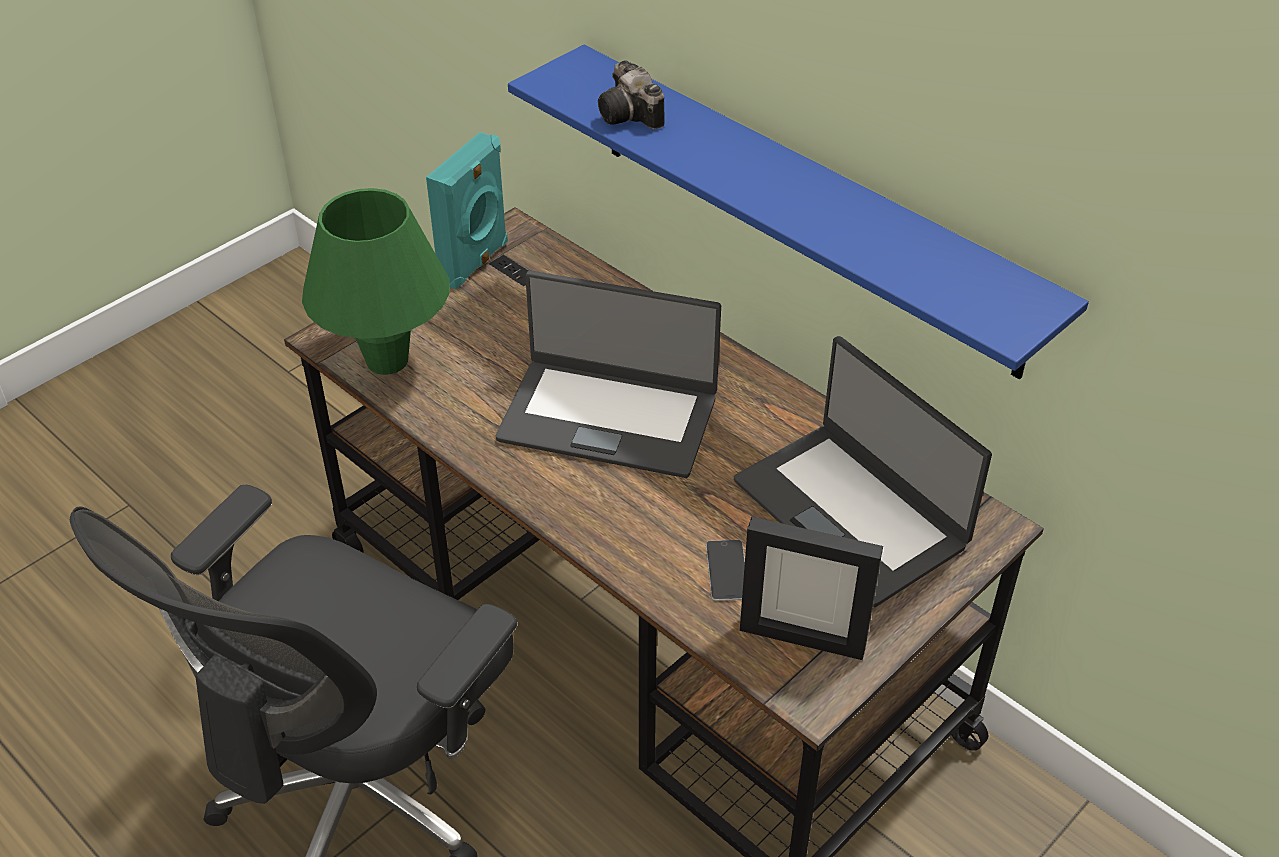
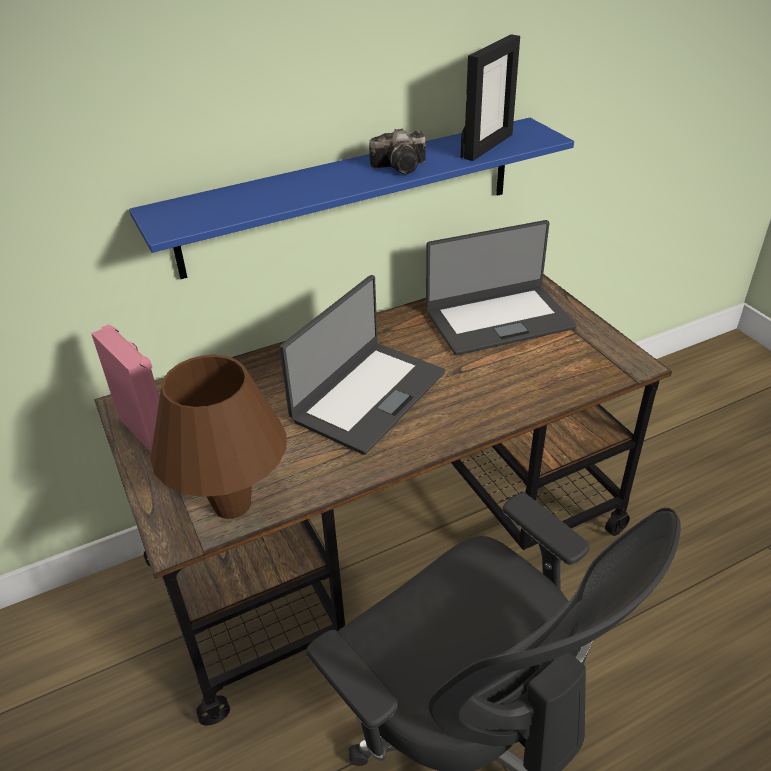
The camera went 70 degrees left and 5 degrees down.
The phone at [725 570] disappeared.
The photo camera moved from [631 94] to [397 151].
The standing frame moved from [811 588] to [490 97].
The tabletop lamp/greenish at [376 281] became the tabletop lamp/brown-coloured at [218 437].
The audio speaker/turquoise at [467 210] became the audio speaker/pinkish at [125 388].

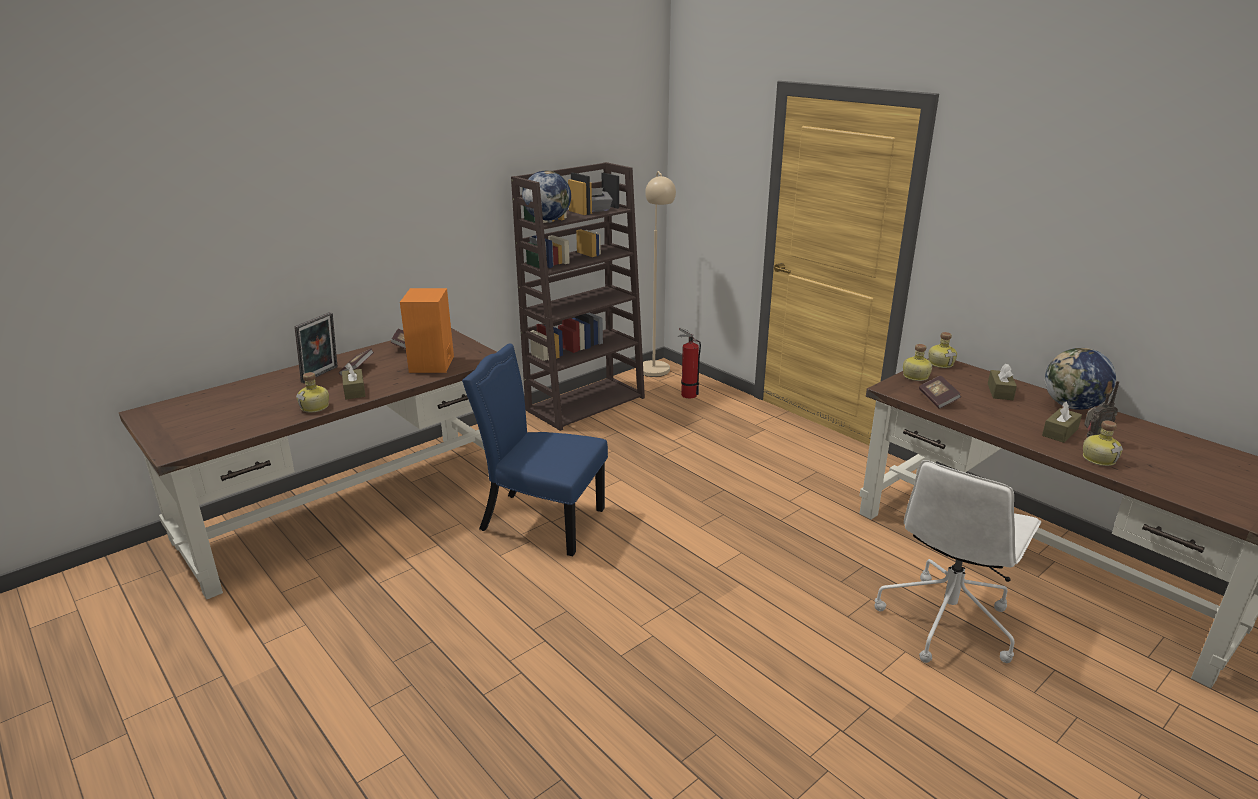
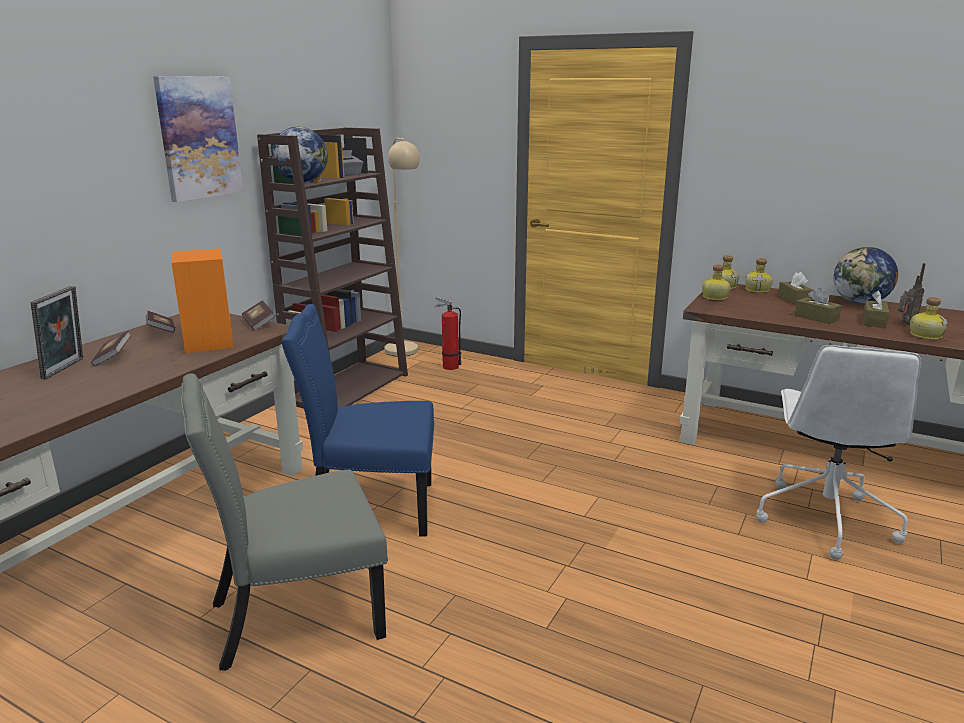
The camera went 20 degrees left and 5 degrees down.
The wall picture at [198 139] appeared.
The plain chair/grey at [284 522] appeared.
The drink bottle moved from [312 392] to [759 275].
The tissue box/brown-coloured moved from [354 381] to [818 306].
The book moved from [940 392] to [258 315].

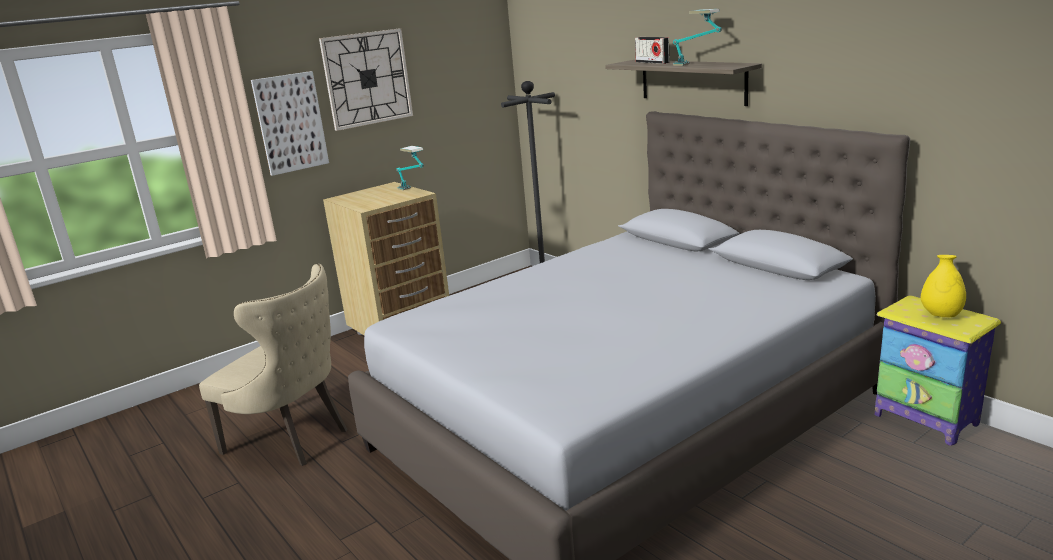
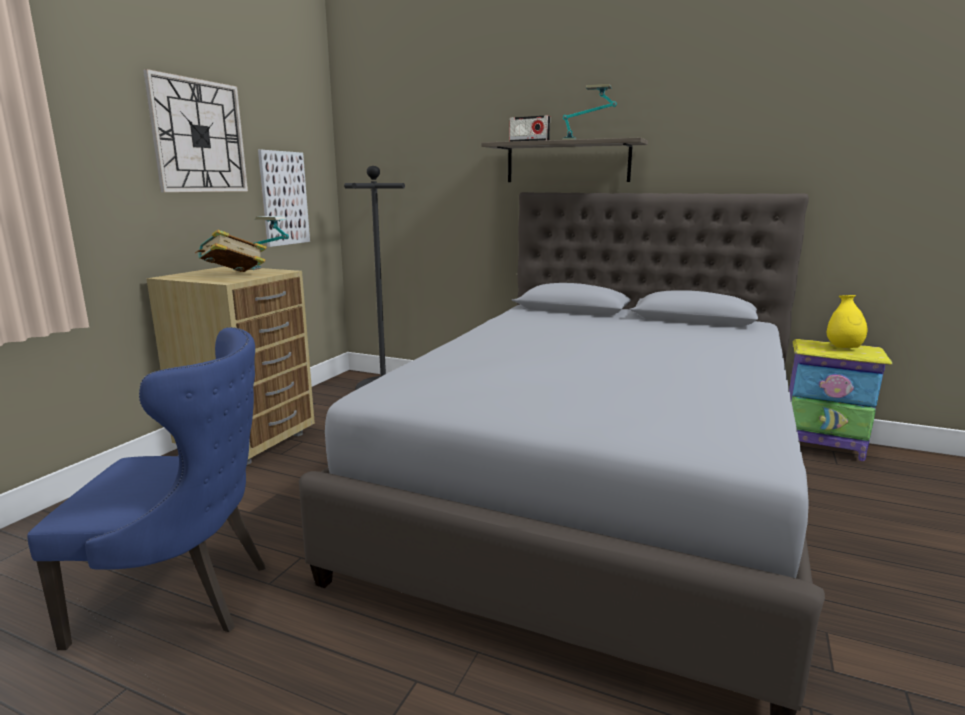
The camera went 30 degrees left and 5 degrees down.
The book at [231 250] appeared.
The wall picture moved from [290 123] to [284 198].
The plain chair/beige-coloured at [273 365] became the plain chair/bluish at [146 488].

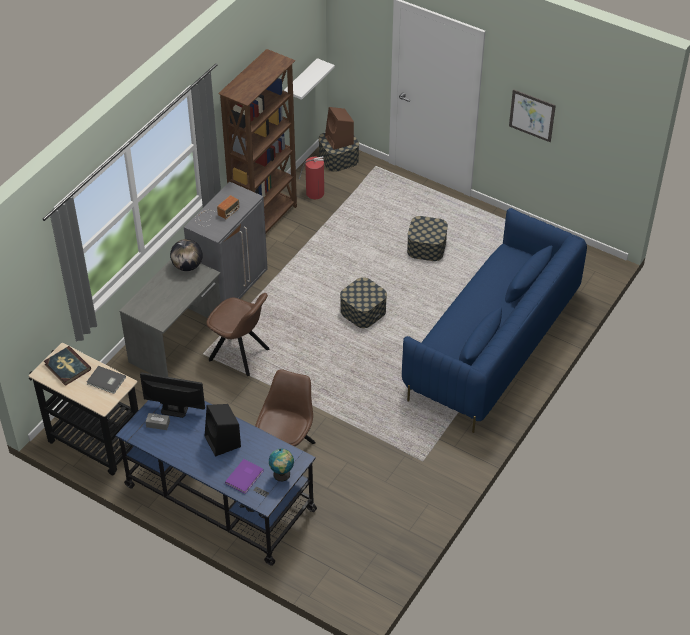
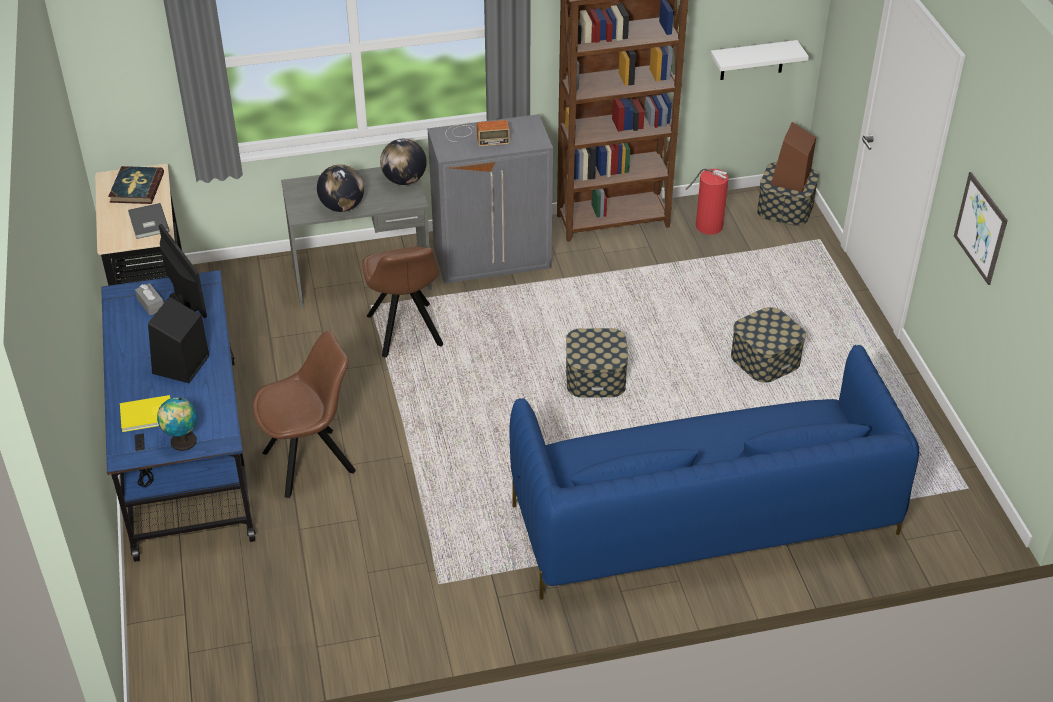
The camera went 45 degrees right and 5 degrees down.
The globe at [340 188] appeared.
The book/purplish at [244 476] became the book/yellow at [145 413].

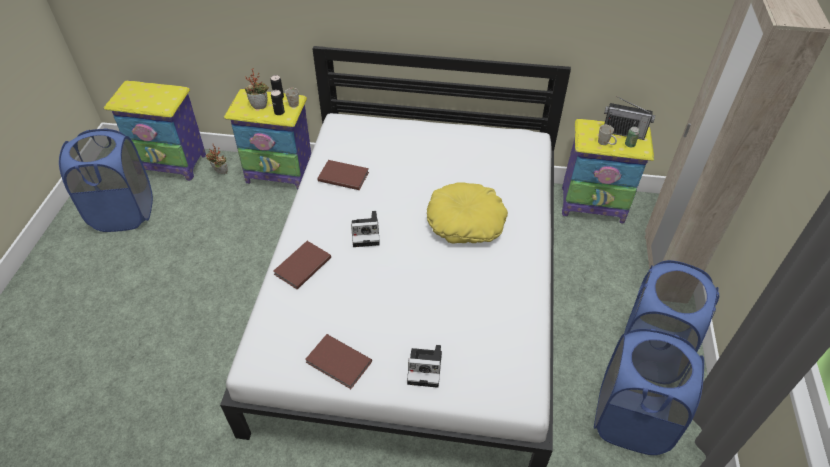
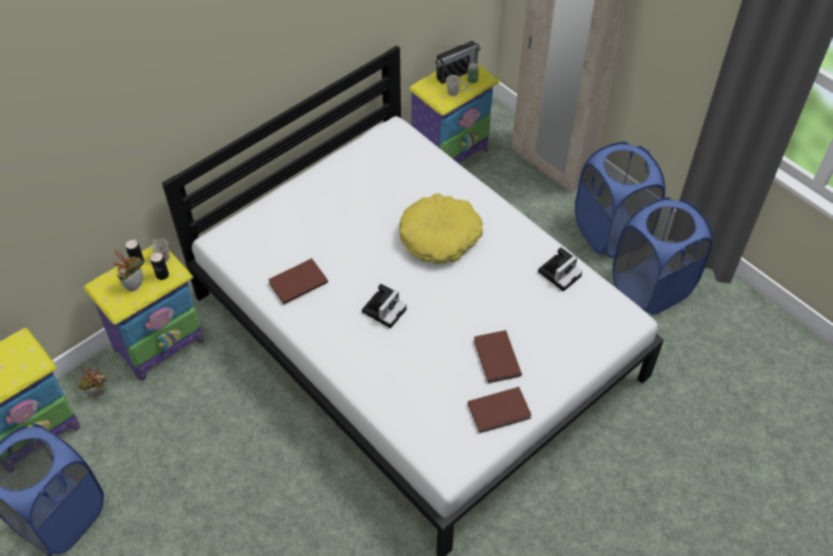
The camera went 50 degrees left and 5 degrees up.
The book/brown-coloured moved from [302 265] to [498 356].
The photo camera moved from [424 366] to [560 269].

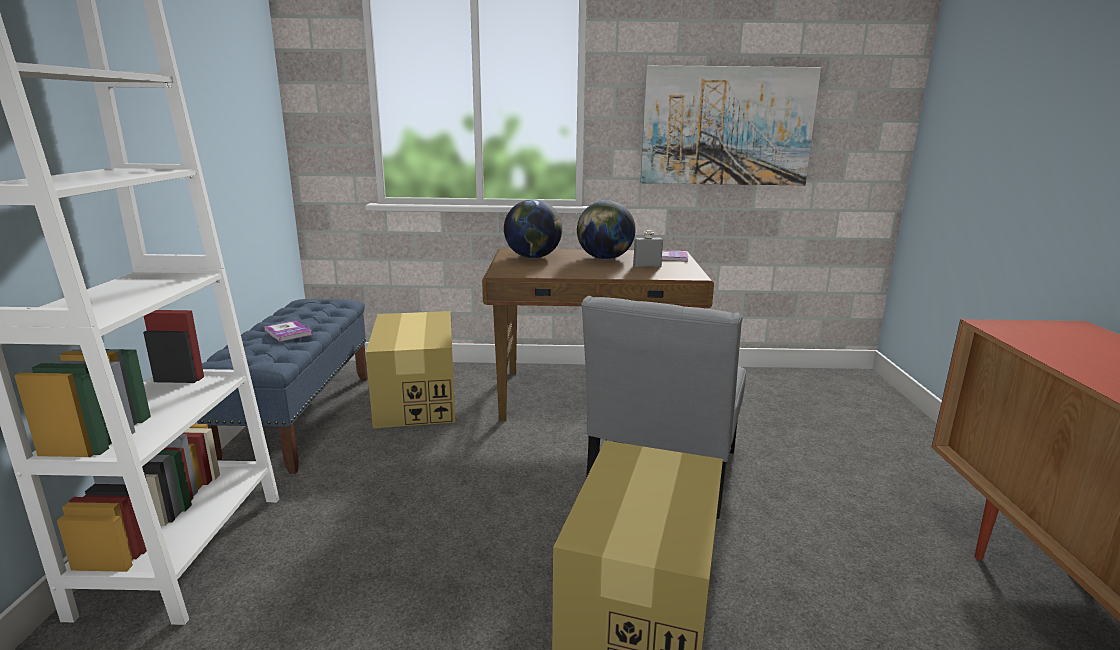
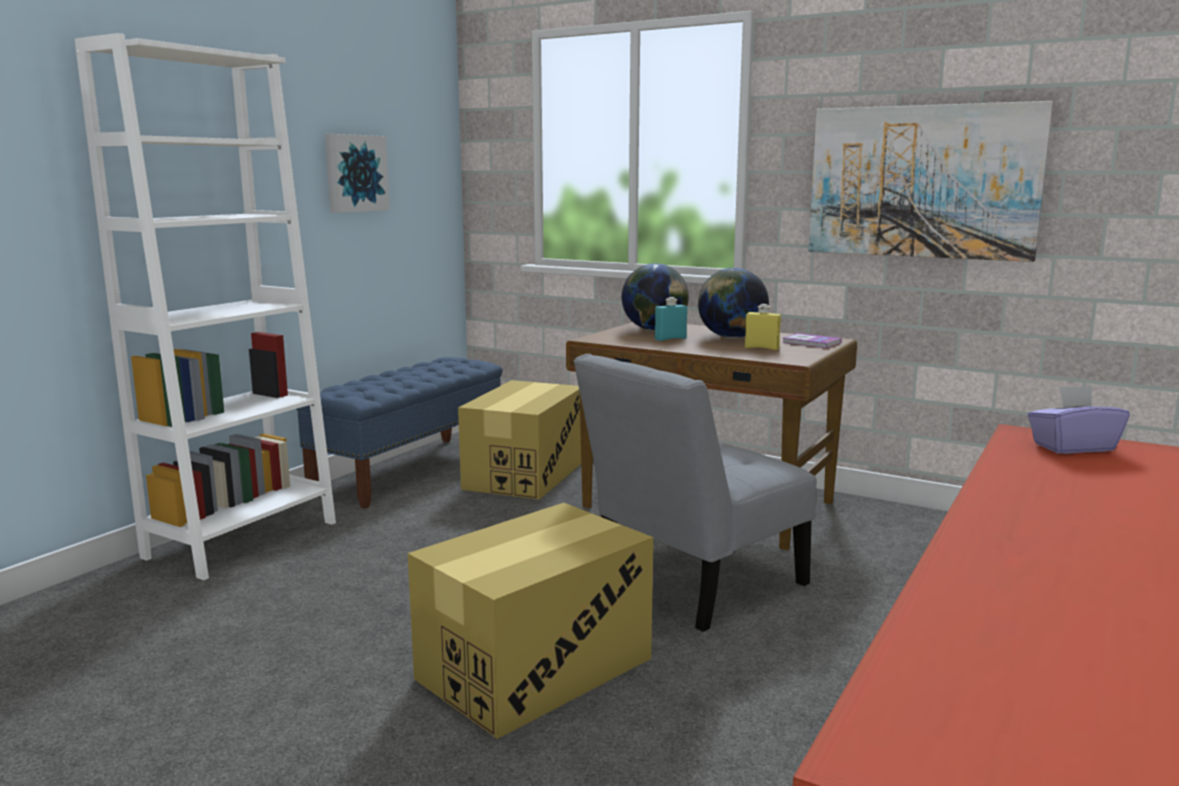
The camera went 30 degrees right and 5 degrees down.
The book at [288 331] disappeared.
The wall picture at [357 173] appeared.
The drink bottle/turquoise at [671 319] appeared.
The tissue box/purplish at [1079 419] appeared.
The drink bottle/grey at [648 249] became the drink bottle/yellow at [763 327].

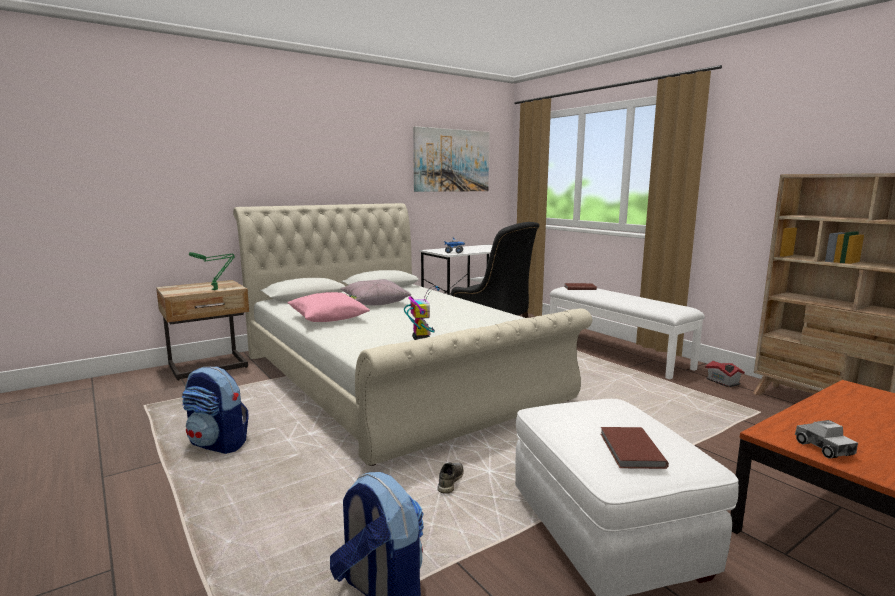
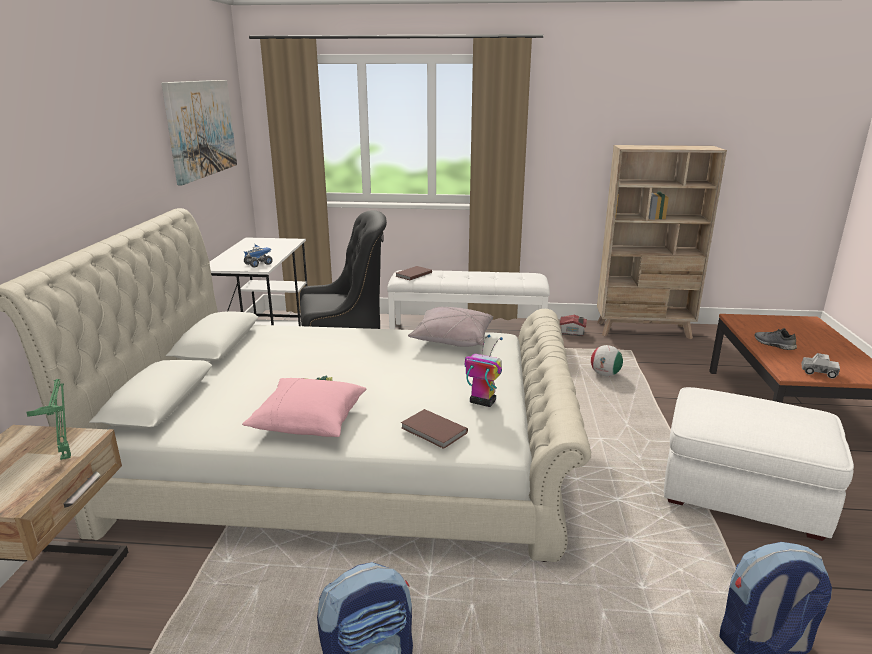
The camera went 50 degrees left and 10 degrees up.
The ball for football at [607 361] appeared.
The pillow/purplish moved from [376 292] to [450 327].
The item of footwear/grey moved from [450 478] to [775 339].
The book/brown-coloured moved from [635 448] to [434 429].

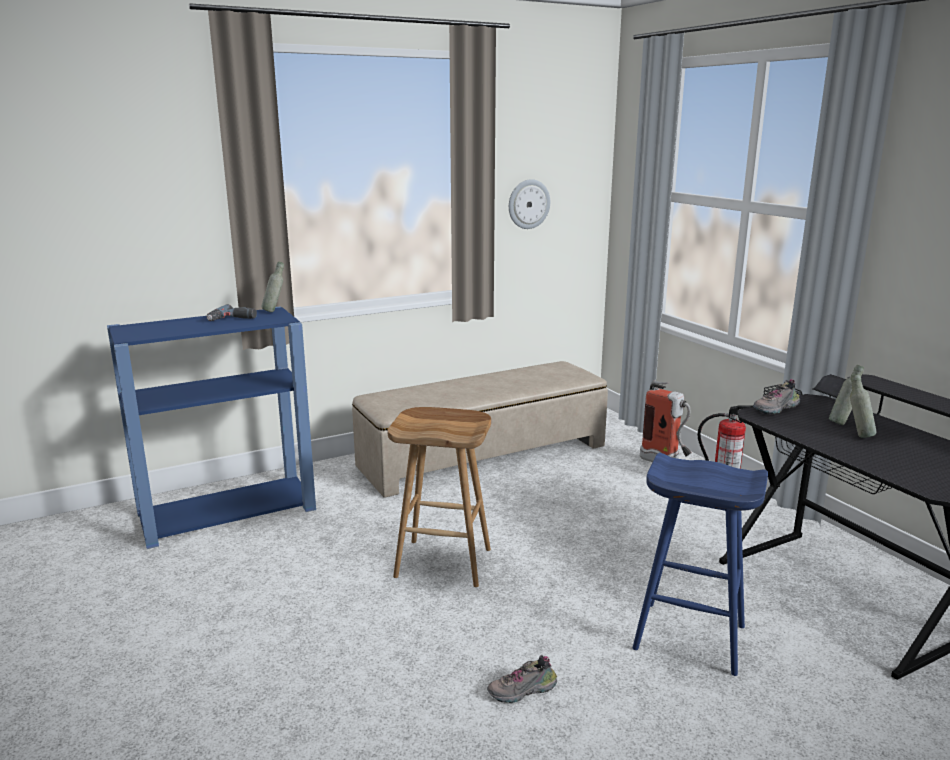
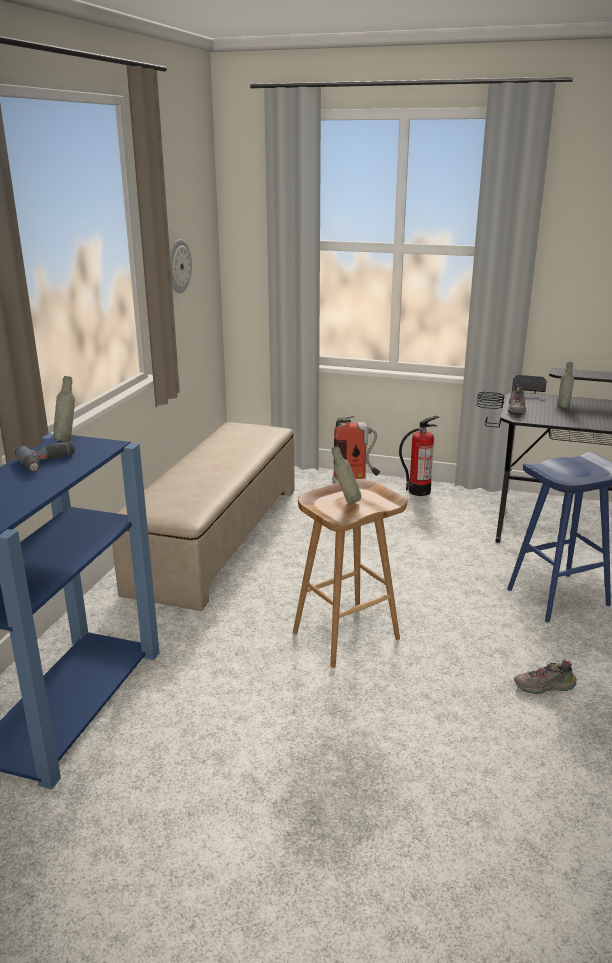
The camera went 45 degrees left and 5 degrees up.
The drink bottle/grey moved from [863 406] to [346 475].
The item of footwear at [522 679] turned 60 degrees clockwise.

